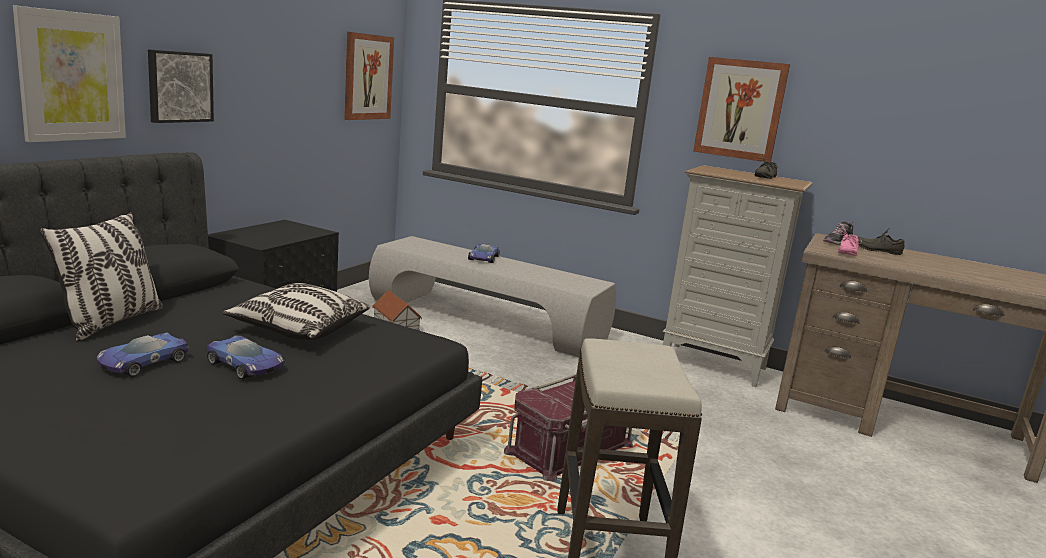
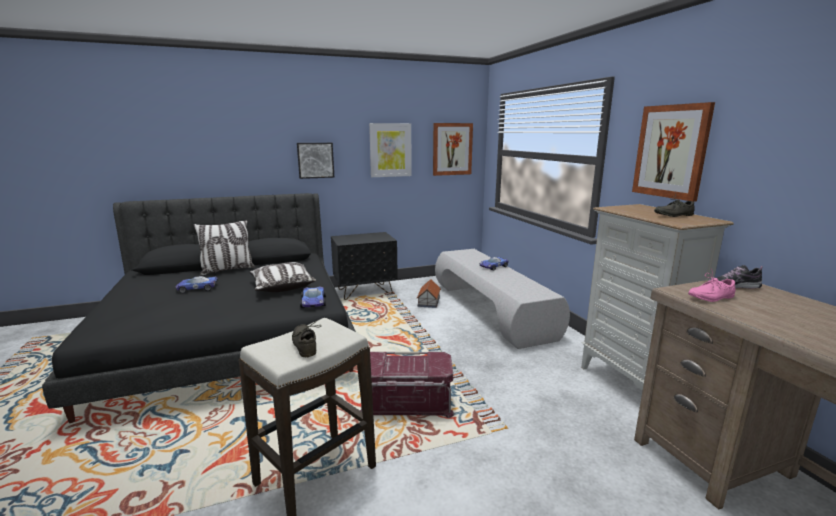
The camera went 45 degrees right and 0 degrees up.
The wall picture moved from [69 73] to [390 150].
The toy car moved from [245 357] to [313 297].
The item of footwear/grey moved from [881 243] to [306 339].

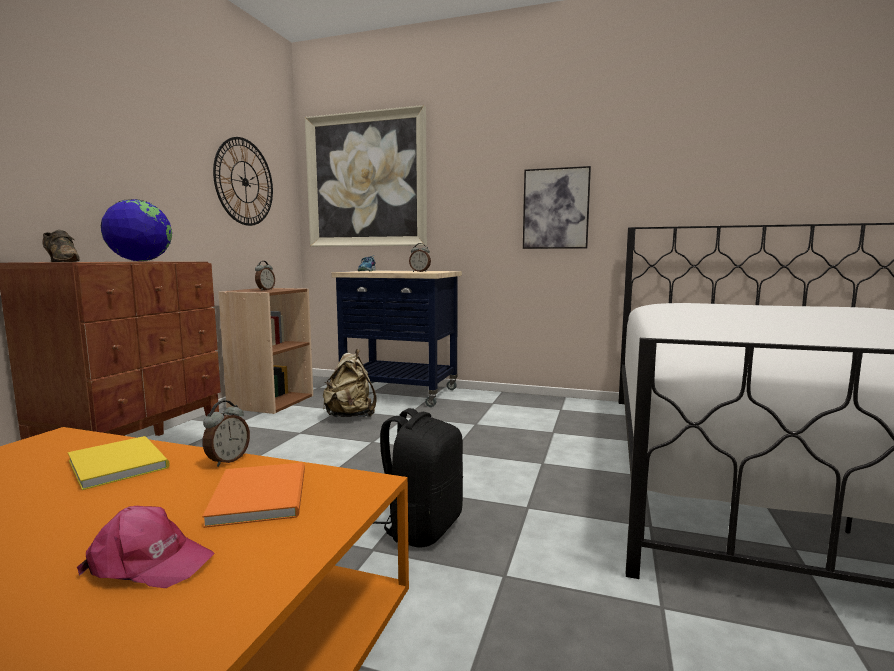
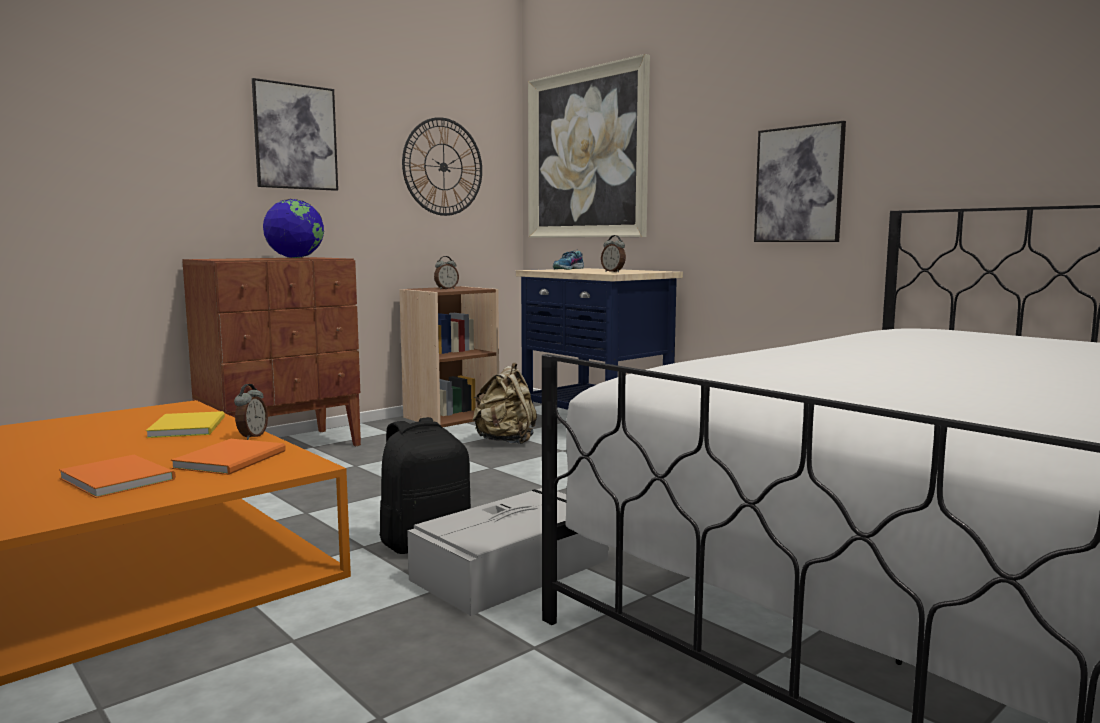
The camera went 30 degrees right and 0 degrees up.
The item of footwear/brown-coloured at [61 246] disappeared.
The wall picture at [295 134] appeared.
The storage container/grey at [507 552] appeared.
The baseball cap/pinkish at [146 547] was replaced by the book/orange at [117 476].
The table clock at [226 434] turned 45 degrees counterclockwise.

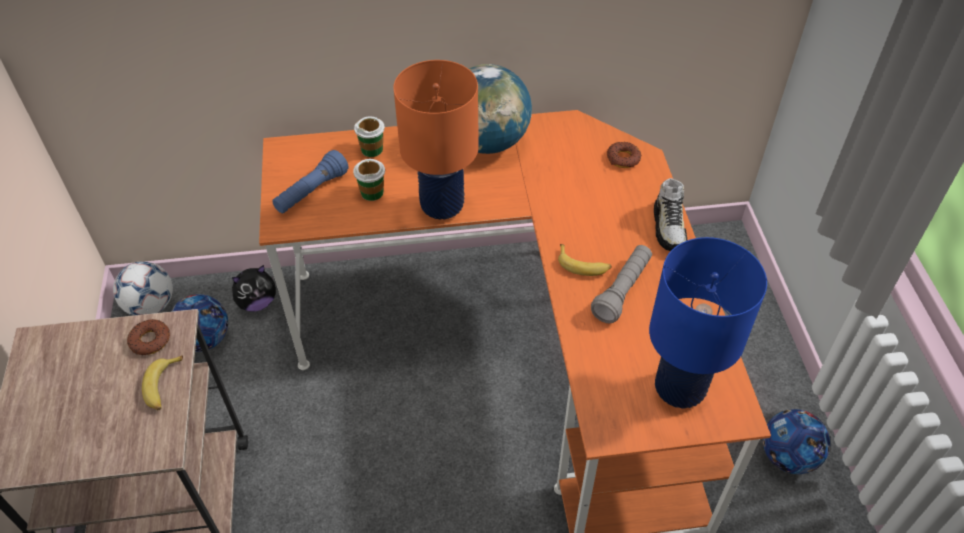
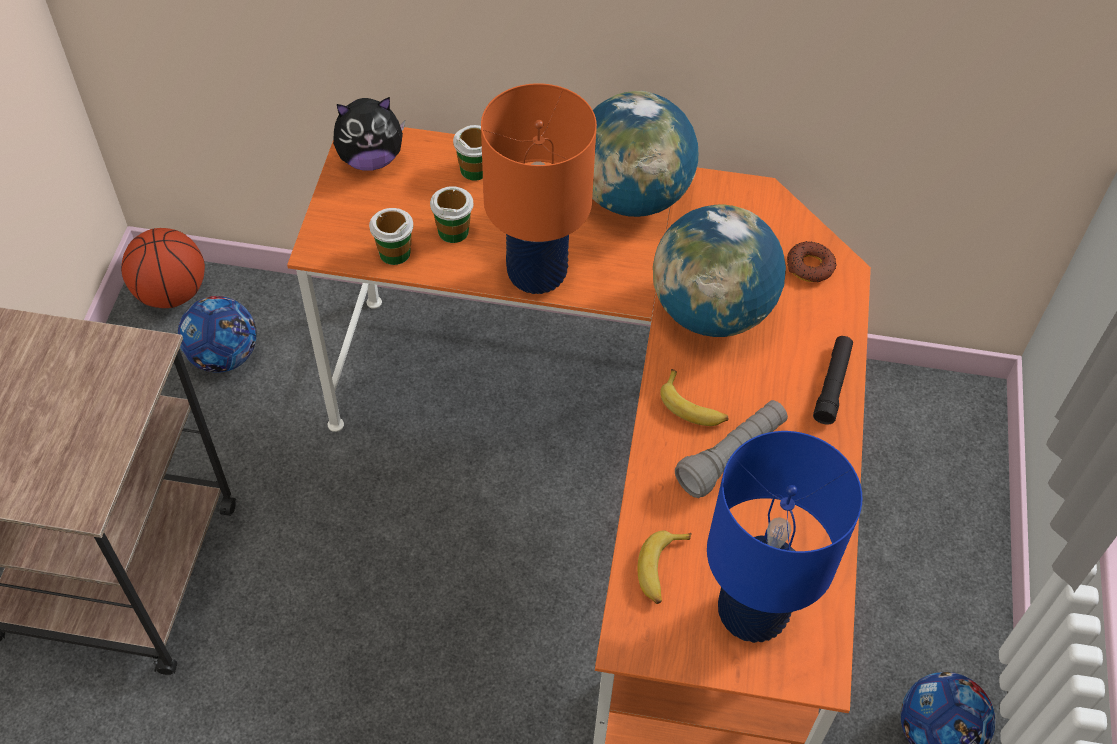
The camera went 15 degrees right and 5 degrees up.
The donut at [148 337] disappeared.
The flashlight/bluish at [310 181] disappeared.
The cup at [391 236] appeared.
The globe at [719 271] appeared.
The banana fruit moved from [162 382] to [664 567].
The cuddly toy moved from [254 288] to [369 134].
The ball for football at [143 288] was replaced by the ball for basketball at [163 268].
The item of footwear at [670 214] was replaced by the flashlight/blackish at [833 380].

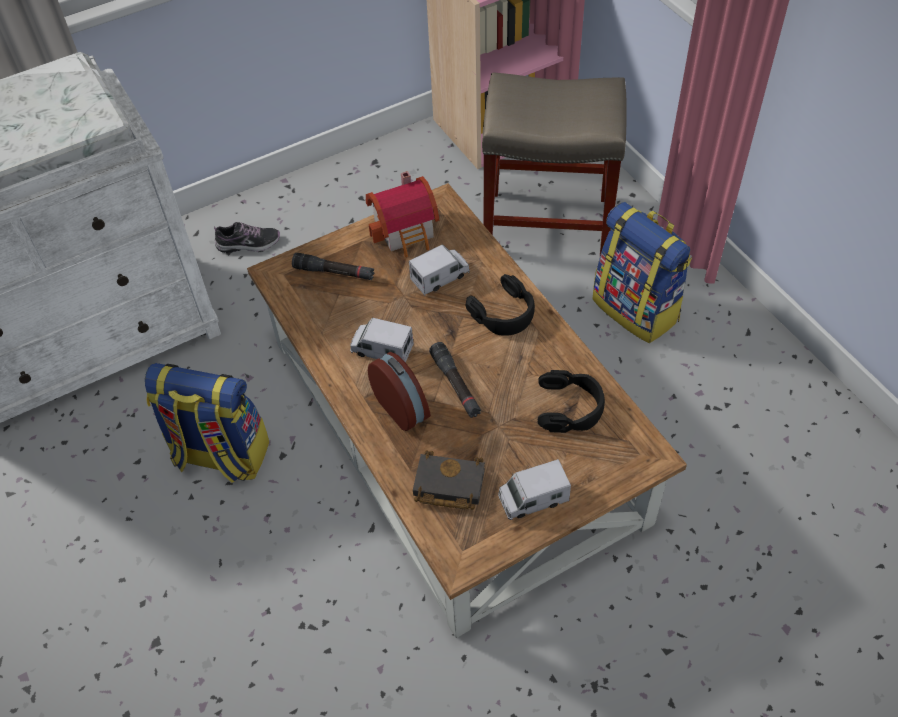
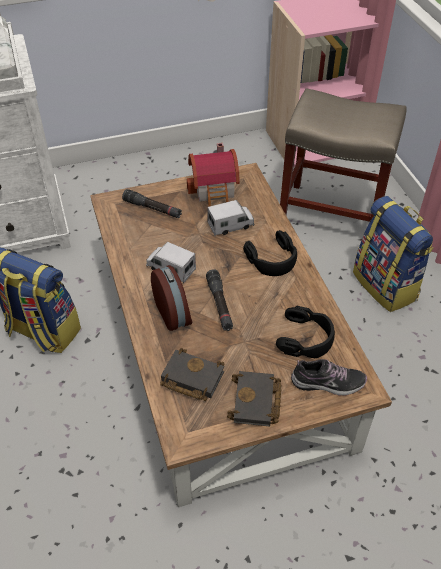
The camera went 10 degrees right and 5 degrees down.
The item of footwear moved from [247 237] to [329 377].
The toy lorry at [534 489] was replaced by the book/blackish at [254 399].

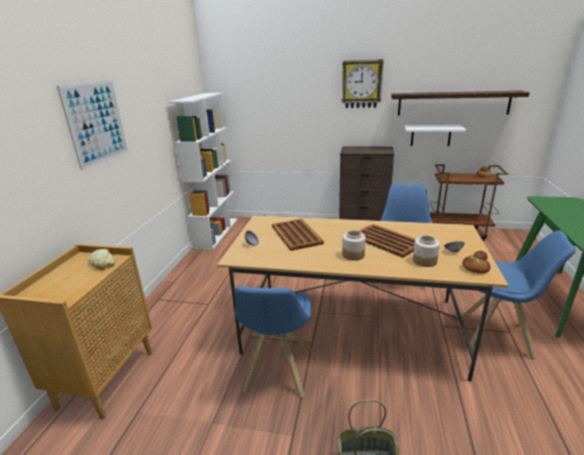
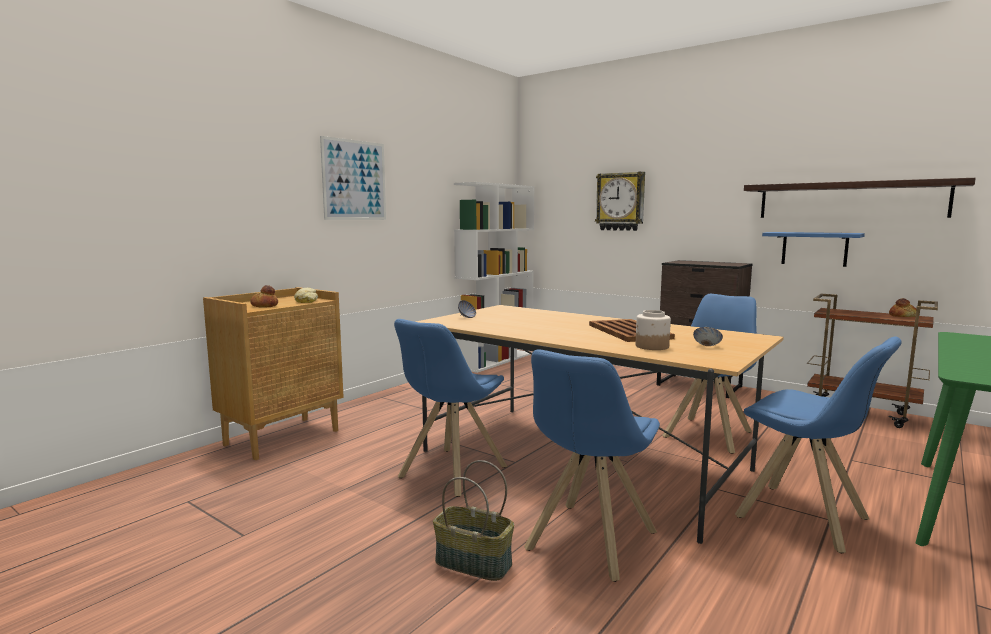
The camera went 25 degrees right and 15 degrees down.
The tray/brown-coloured at [298 235] disappeared.
The storage jar at [354 245] disappeared.
The plain chair/bluish at [592 466] appeared.
The hanging clock moved from [363 83] to [620 201].
The bread moved from [476 262] to [264 296].
The bracket shelf/white at [435 135] became the bracket shelf/bluish at [813 249].

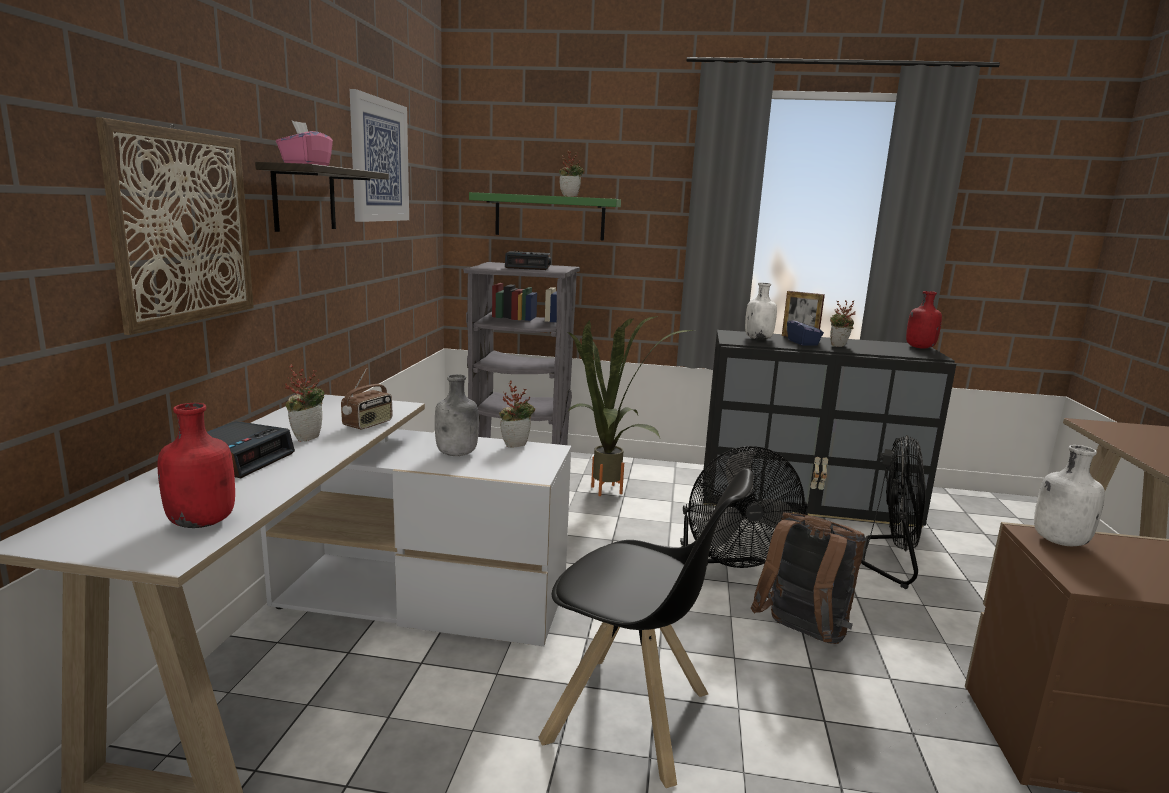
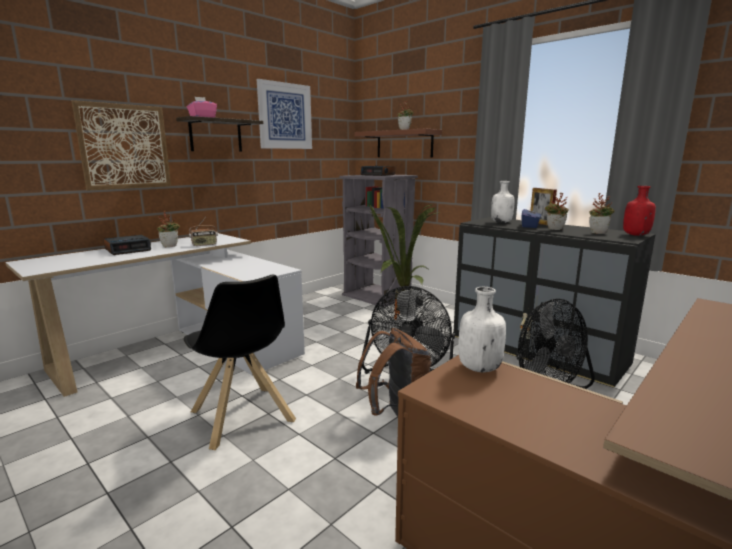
The camera went 35 degrees right and 0 degrees up.
The drink bottle/red at [196 465] disappeared.
The drink bottle/grey at [457 415] disappeared.
The plant in a pot moved from [517 414] to [602 213].
The bracket shelf/greenish at [545 216] became the bracket shelf/brown-coloured at [398 143].

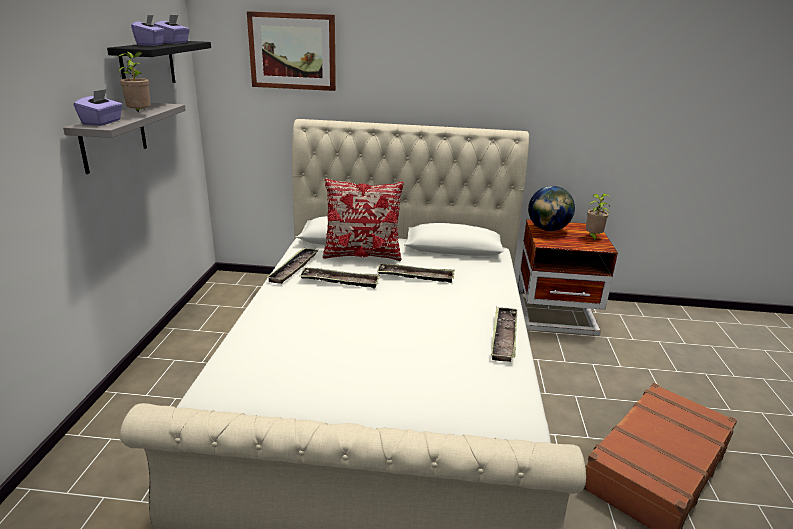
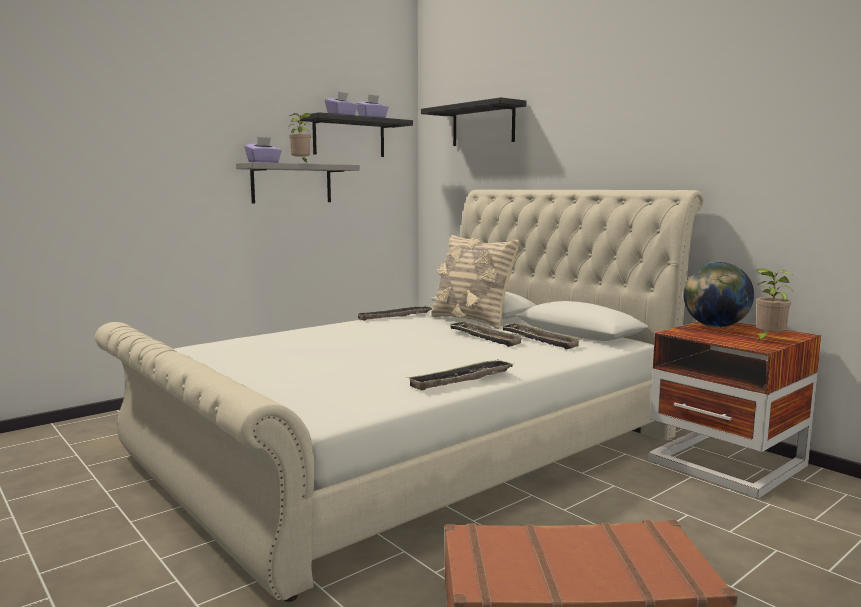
The camera went 45 degrees right and 15 degrees down.
The tray moved from [339 277] to [541 336].
The wall picture at [291 51] was replaced by the bracket shelf/blackish at [473 121].
The pillow/red at [363 219] became the pillow/beige-coloured at [475 282].

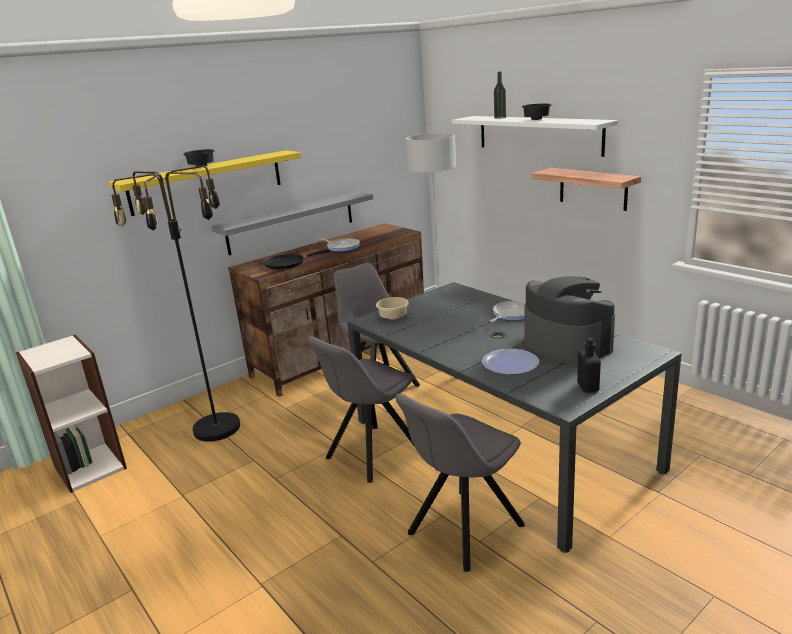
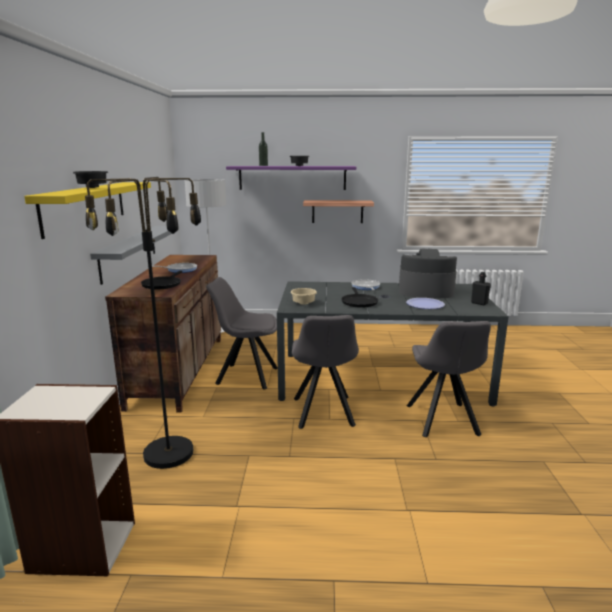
The camera went 50 degrees left and 5 degrees down.
The skillet/blackish at [359 297] appeared.
The bracket shelf/white at [535 136] became the bracket shelf/purplish at [291 178].

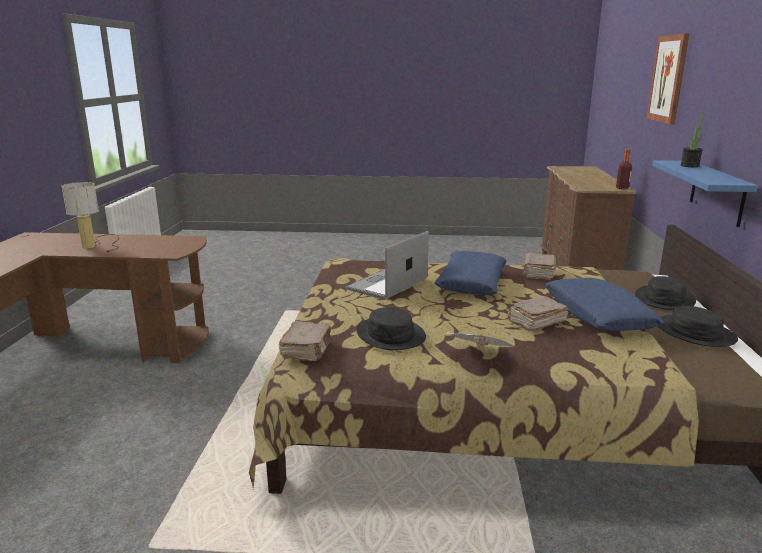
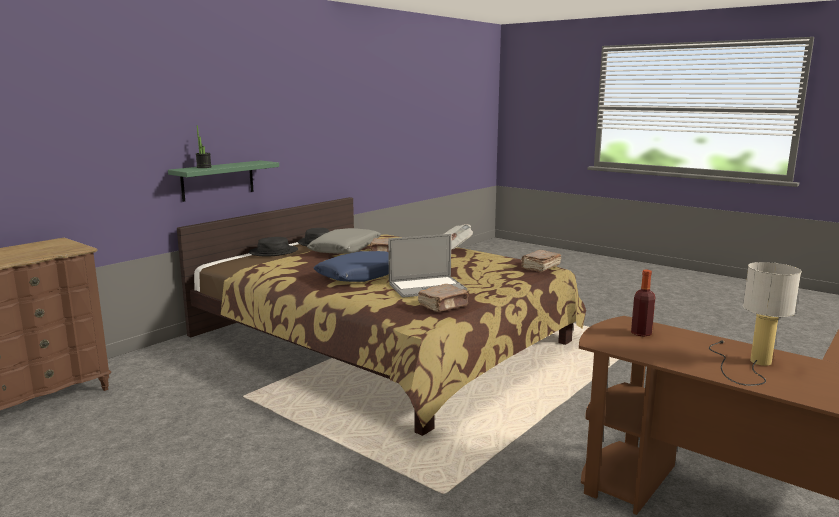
The camera went 145 degrees left and 5 degrees down.
The clothing hat/blackish at [391 328] disappeared.
The wall picture at [668 79] disappeared.
The book/brown-coloured moved from [539 266] to [443 298].
The drink bottle moved from [624 169] to [643 303].
The pillow/bluish at [604 304] became the pillow/grey at [344 241].
The bracket shelf/bluish at [705 193] became the bracket shelf/greenish at [223 181].

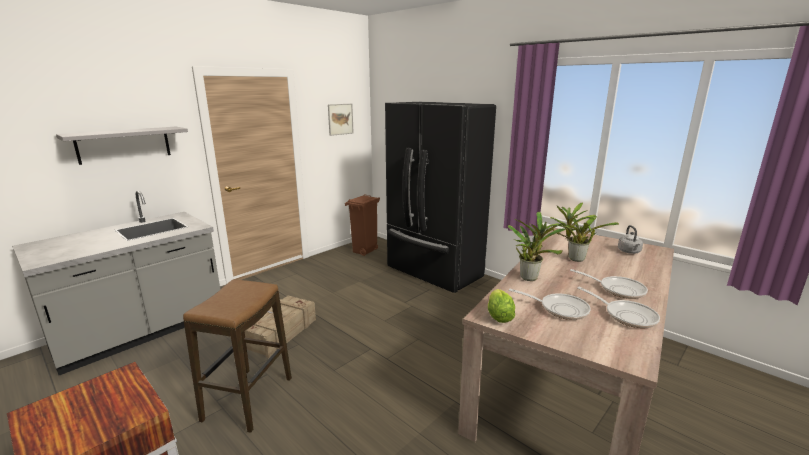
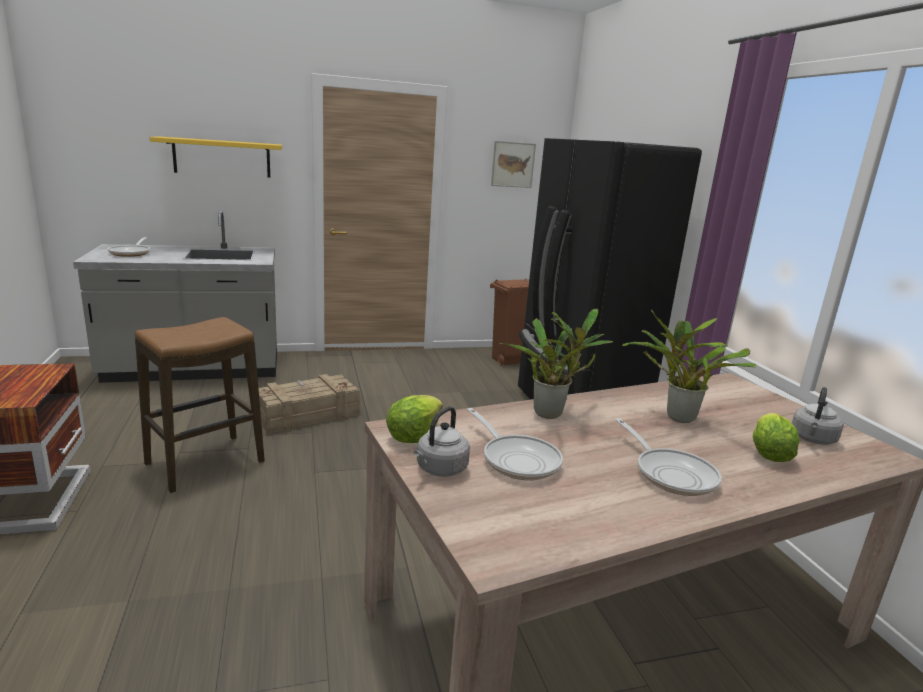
The camera went 30 degrees right and 0 degrees up.
The tea kettle/grey at [442 441] appeared.
The lettuce head at [776 437] appeared.
The skillet moved from [618 307] to [129 247].
The bracket shelf/grey at [122 146] became the bracket shelf/yellow at [215 157].

